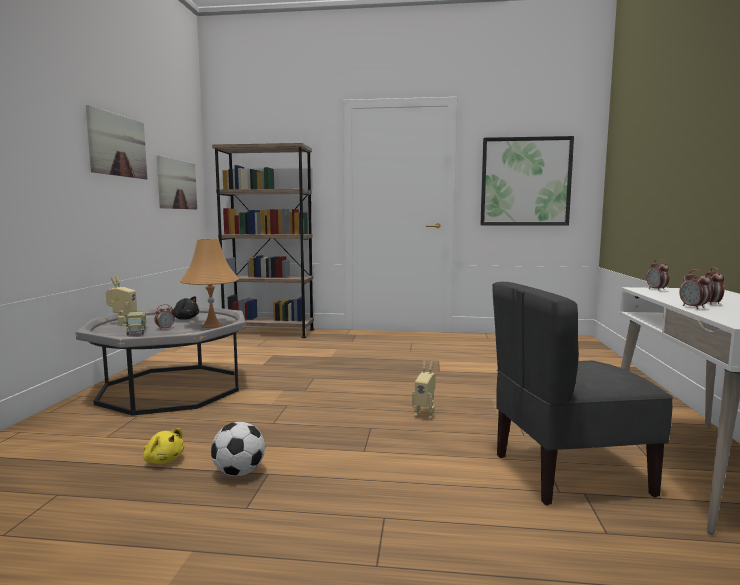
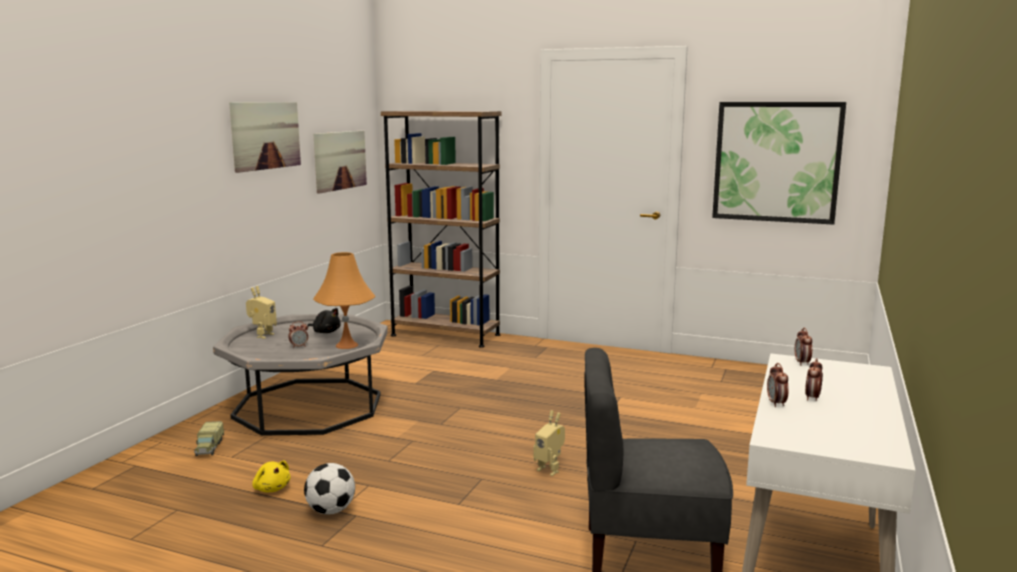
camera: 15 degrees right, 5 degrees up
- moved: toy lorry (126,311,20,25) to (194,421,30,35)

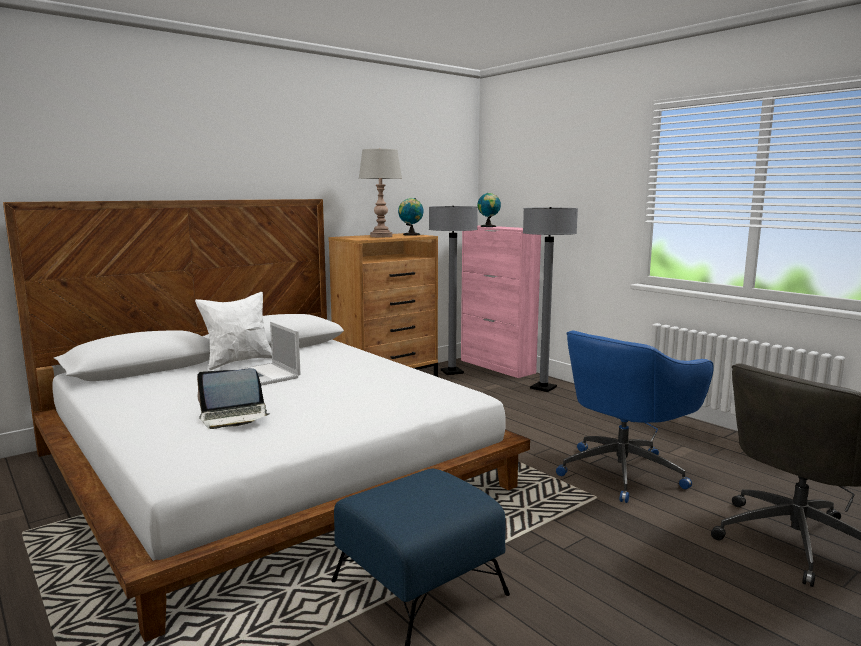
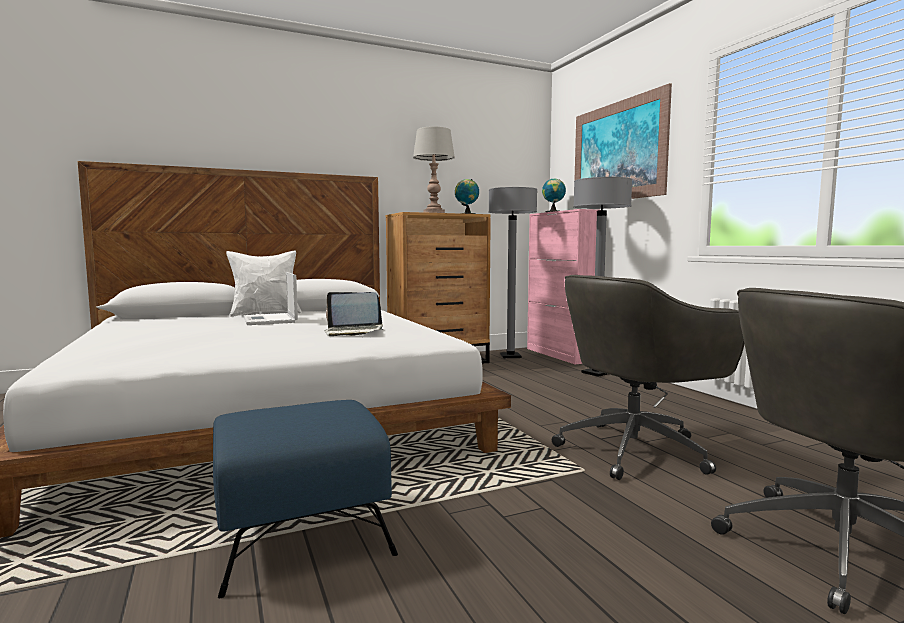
camera: 15 degrees right, 5 degrees down
- added: wall picture (574,83,98,116)
- moved: laptop (197,368,73,61) to (325,292,58,44)
- recoloured: bluish computer chair (556,331,158,172) to gray computer chair (552,275,192,205)

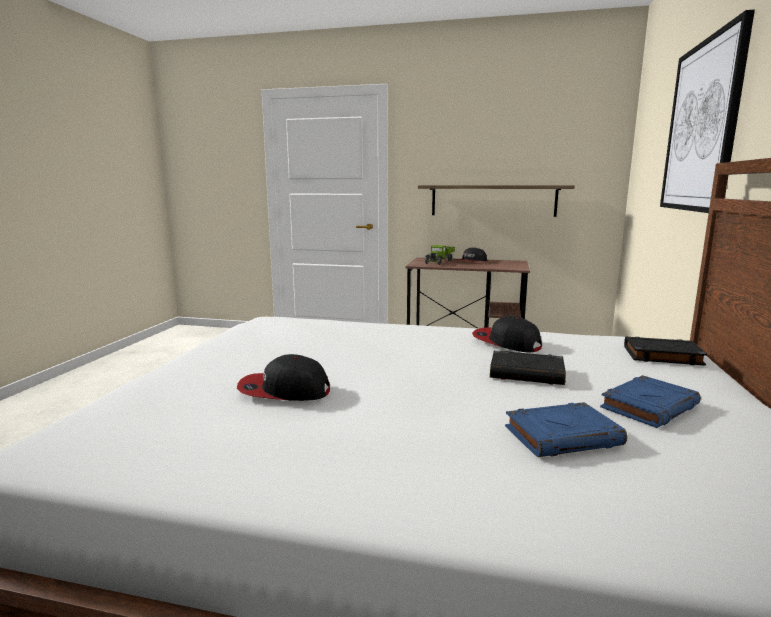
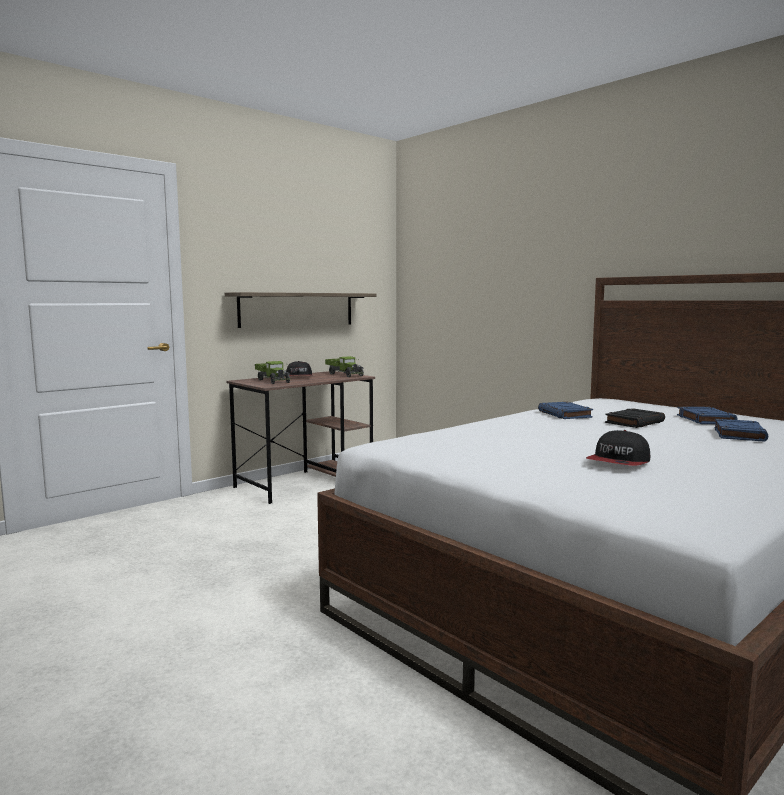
camera: 55 degrees left, 5 degrees down
- removed: blackish volume (624,337,84,29)
- removed: wall picture (660,10,95,203)
- added: toy lorry (325,356,39,21)
- replaced: cap (472,316,70,37) to bluish volume (538,402,55,17)

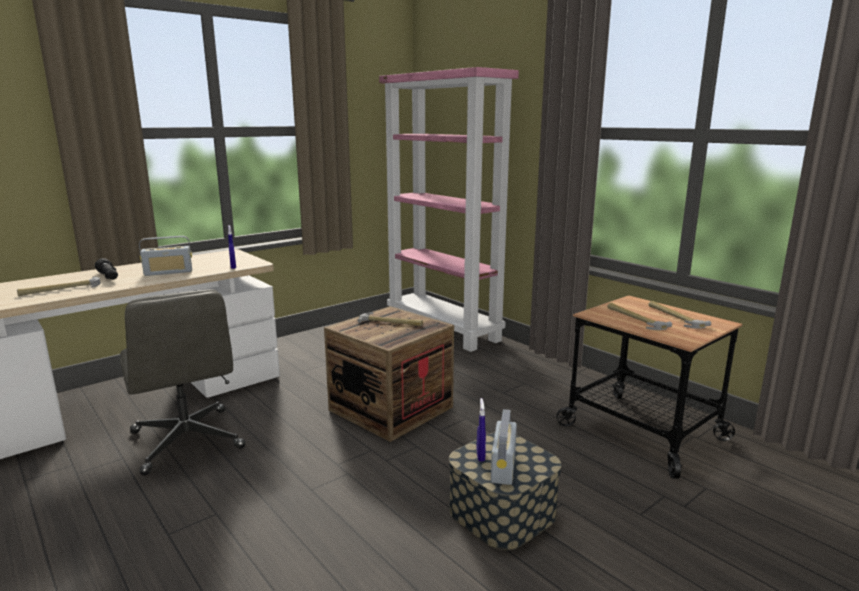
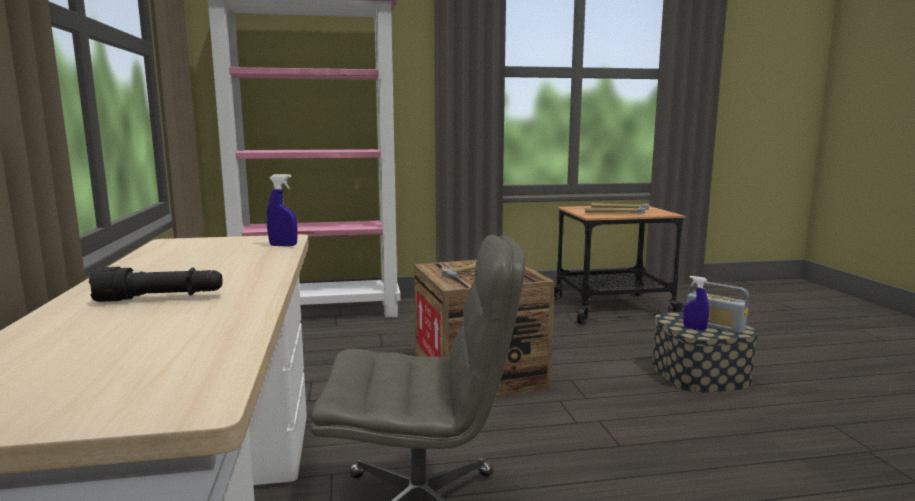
camera: 60 degrees left, 5 degrees down
- removed: tool hammer (17,277,84,19)
- removed: radio receiver (139,236,53,40)

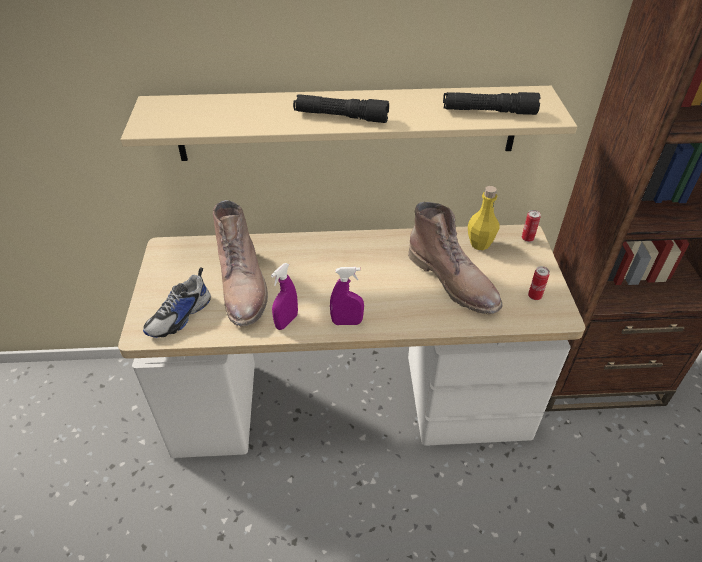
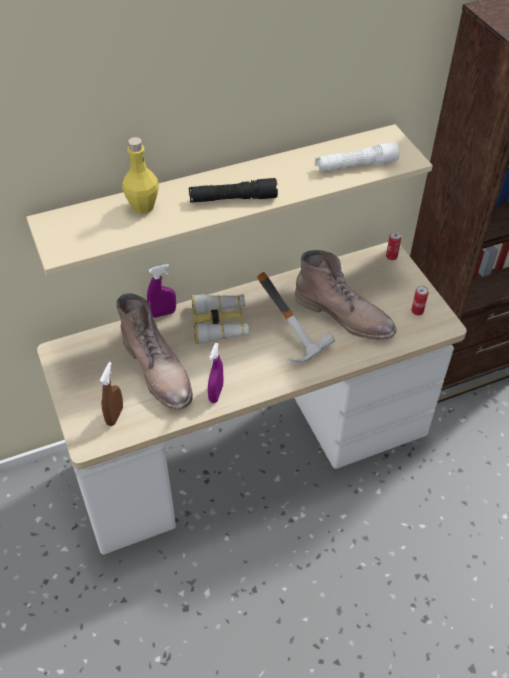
camera: 20 degrees left, 5 degrees up
- added: field glasses (192,294,57,50)
- added: tool hammer (257,272,78,91)
- moved: purplish hand sprayer (330,267,34,58) to (147,264,29,54)
- moved: yellowish bottle (468,186,32,64) to (122,137,37,77)
- replaced: item of footwear (143,267,68,71) to brownish hand sprayer (100,362,23,64)
- recoloured: blackish flashlight (443,92,97,23) to white flashlight (315,142,85,30)

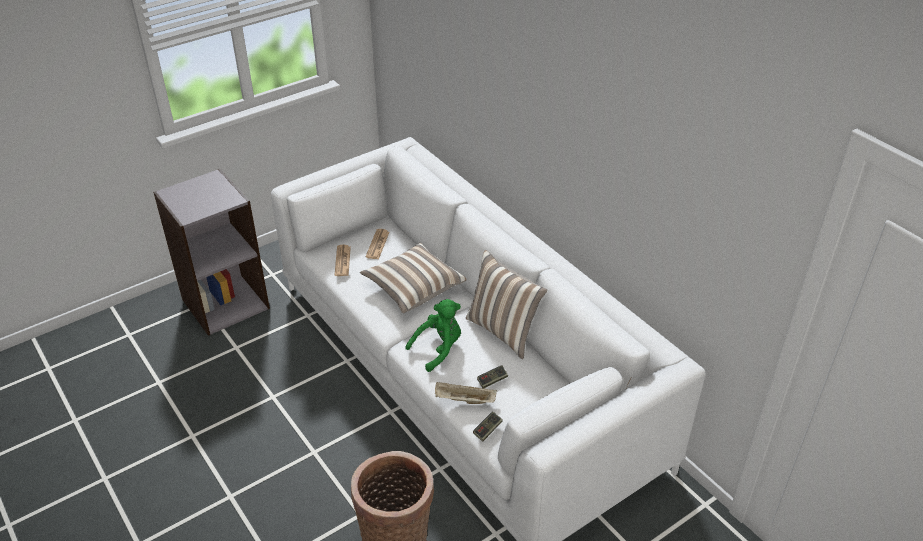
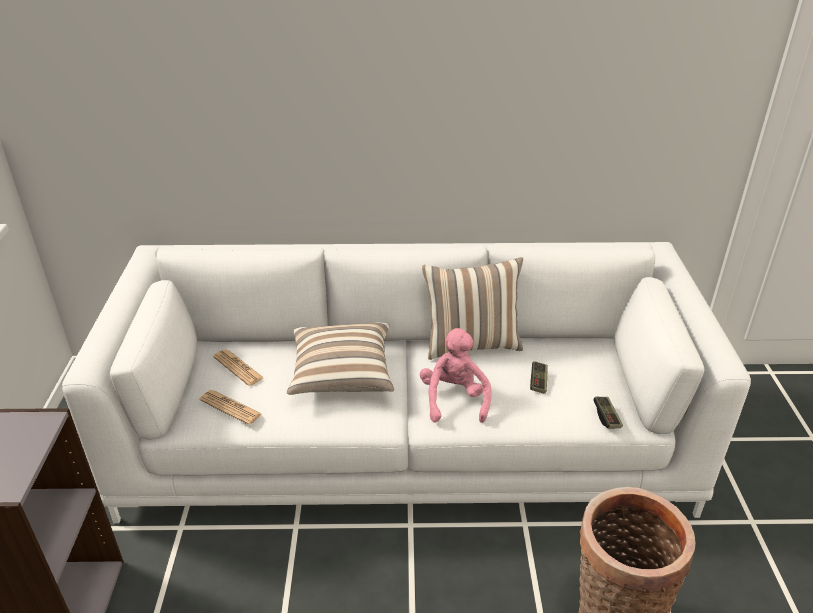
camera: 55 degrees left, 5 degrees down
- removed: beige-coloured tray (435,382,62,22)
- recoloured: greenish cuddly toy (405,299,56,73) to pinkish cuddly toy (420,328,72,95)

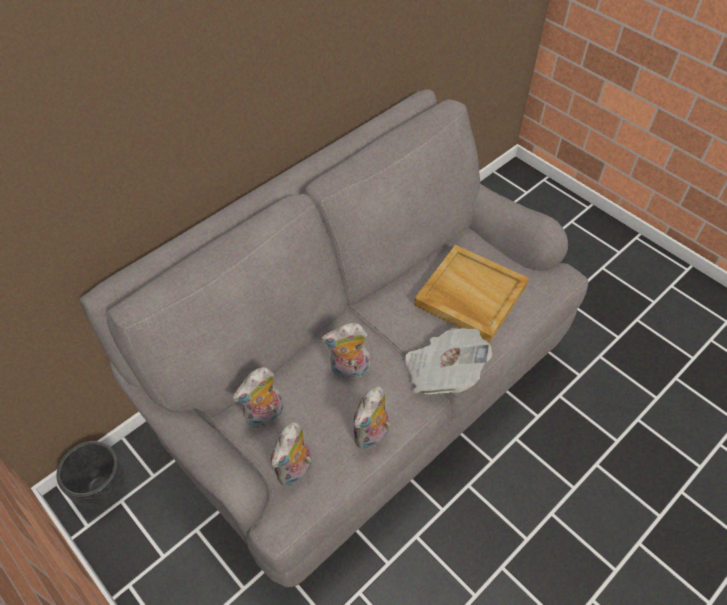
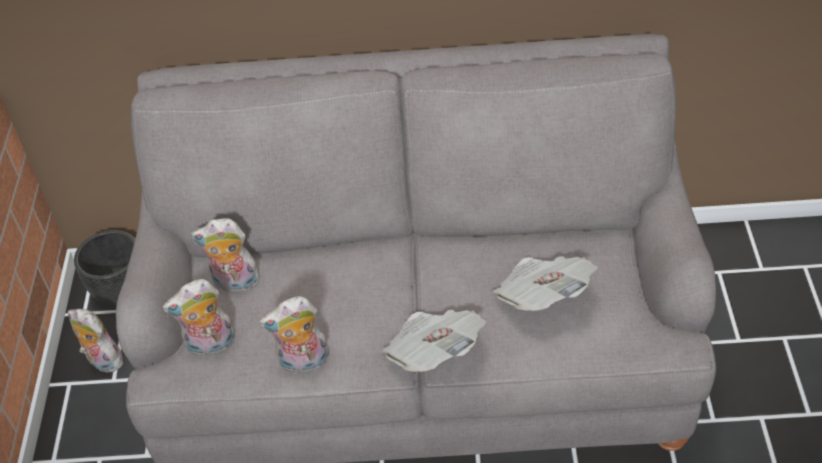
camera: 45 degrees right, 5 degrees down
- moved: cuddly toy (322,323,48,58) to (68,309,58,63)
- replaced: beige-coloured tray (414,245,115,98) to newspaper (492,256,106,55)

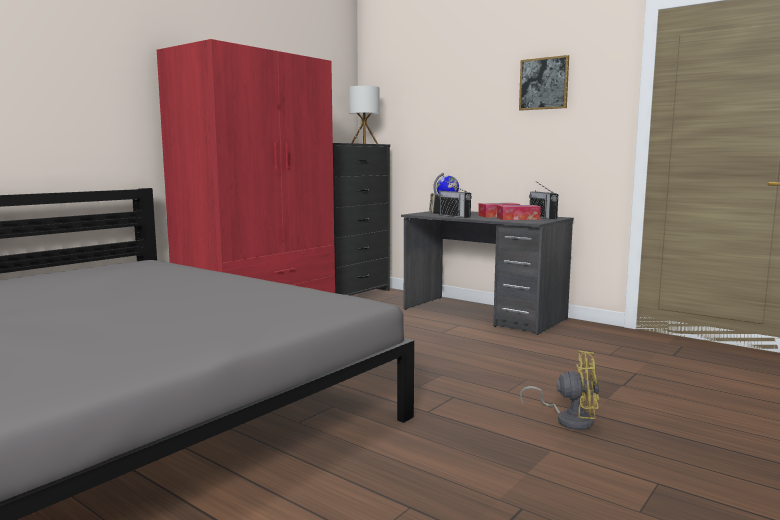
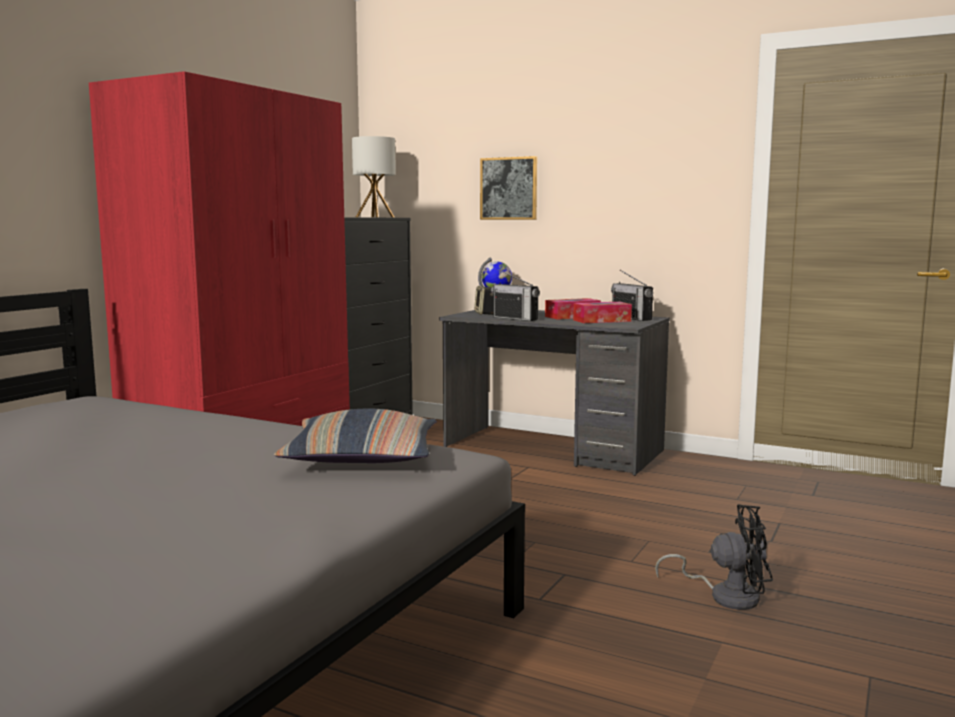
camera: 10 degrees left, 0 degrees up
- added: pillow (274,409,163,54)
- moved: wall picture (519,55,50,56) to (480,156,57,64)
- recoloured: yellowish cooling fan (520,350,79,80) to blackish cooling fan (655,504,118,106)

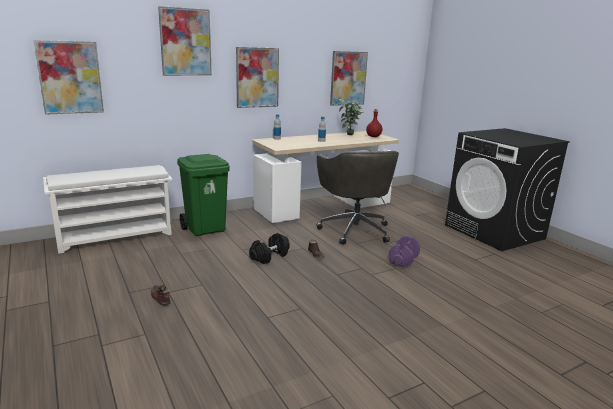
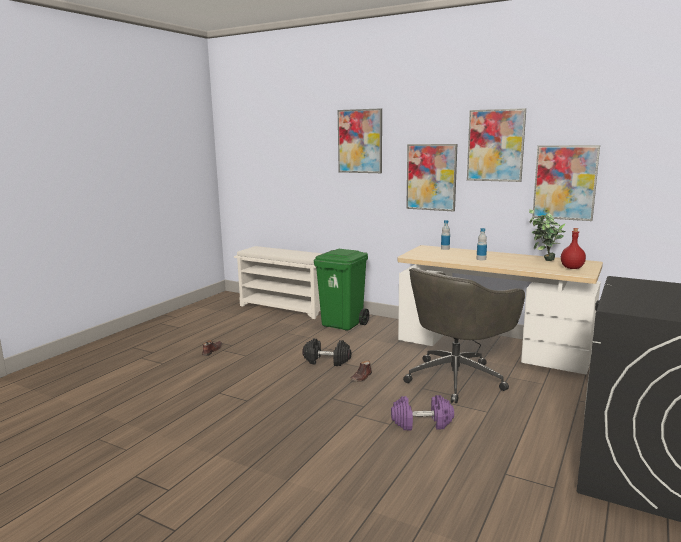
camera: 60 degrees right, 5 degrees down
- moved: wall picture (34,40,70,75) to (467,108,59,74)

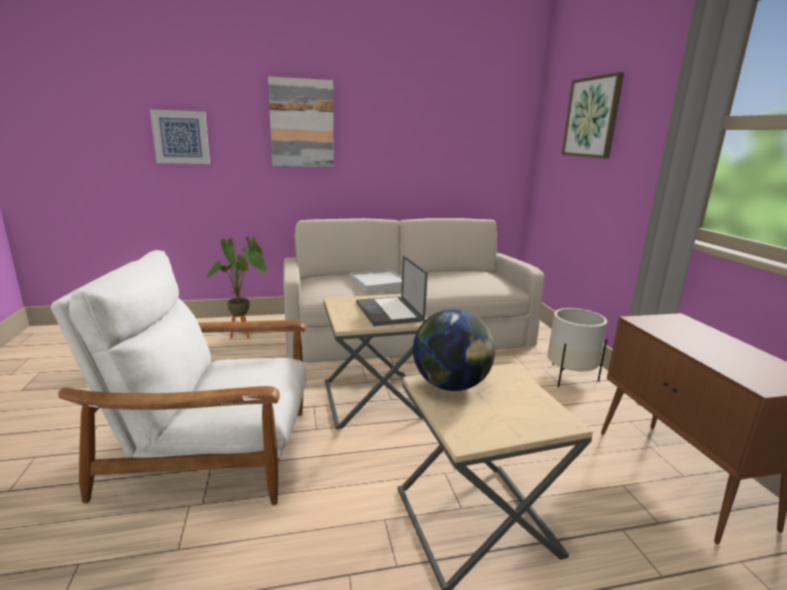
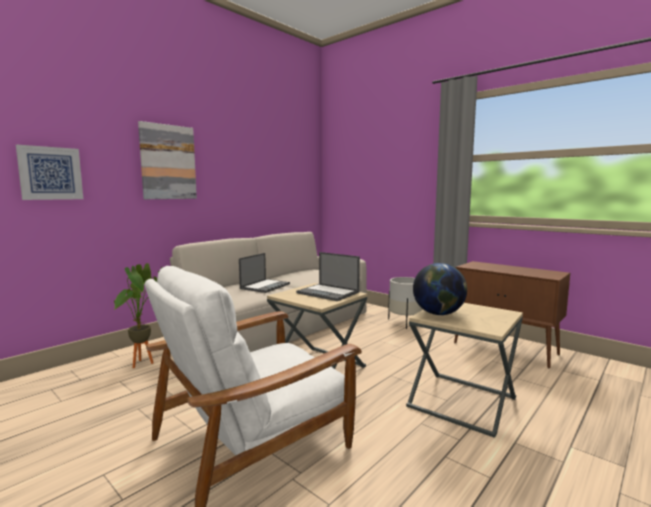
camera: 35 degrees left, 10 degrees down
- removed: wall picture (562,72,62,87)
- replaced: white tray (350,269,52,24) to laptop (239,253,51,40)

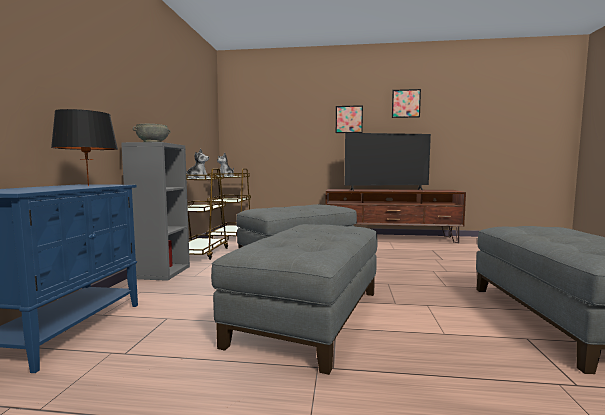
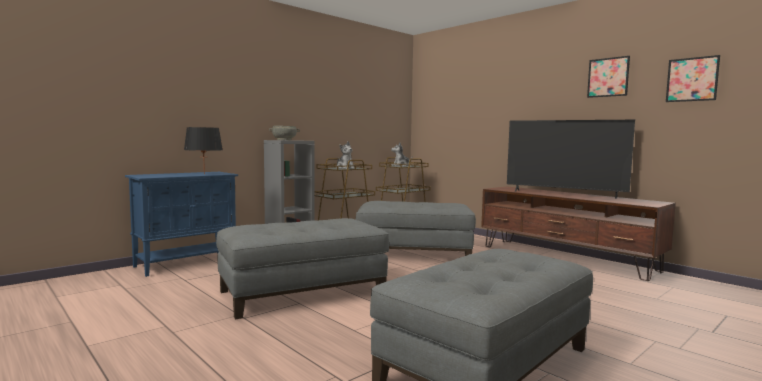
camera: 40 degrees right, 0 degrees up
- moved: wall picture (336,105,27,28) to (666,55,54,47)

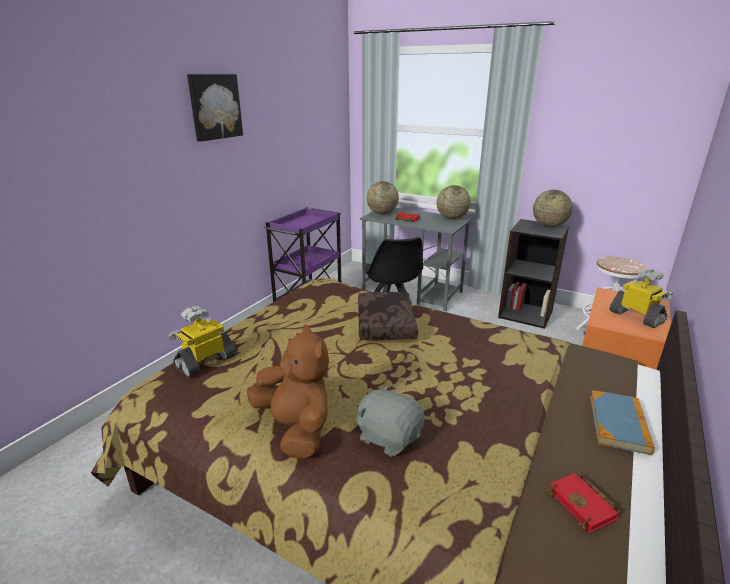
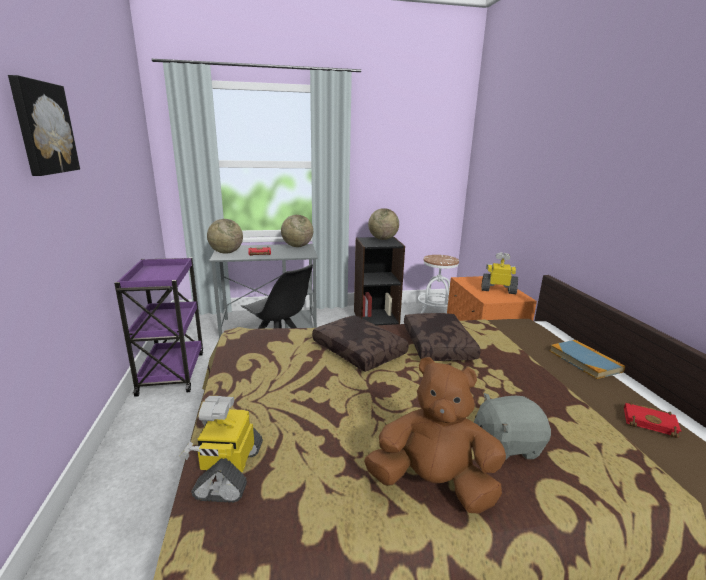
camera: 40 degrees left, 5 degrees down
- added: brownish pillow (404,313,77,48)

